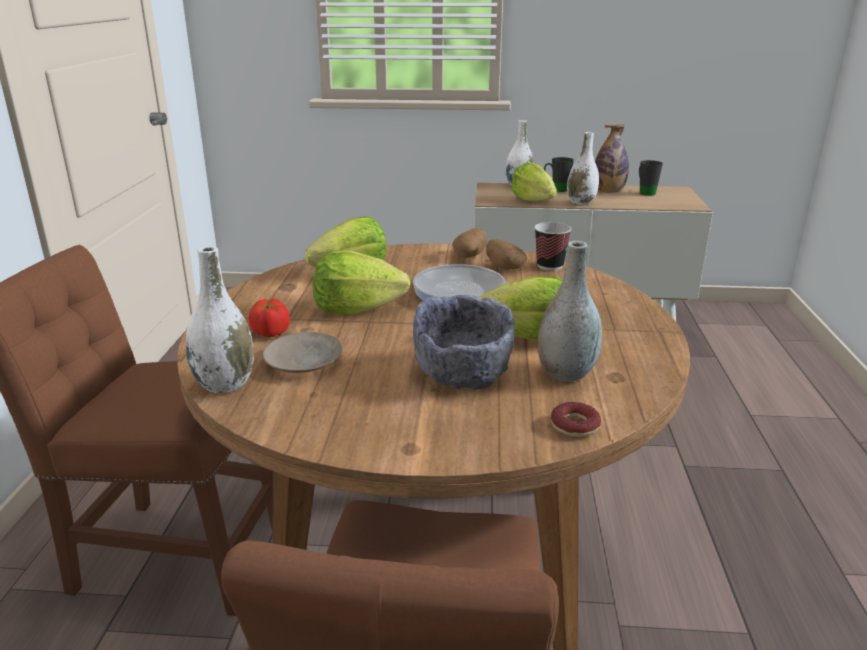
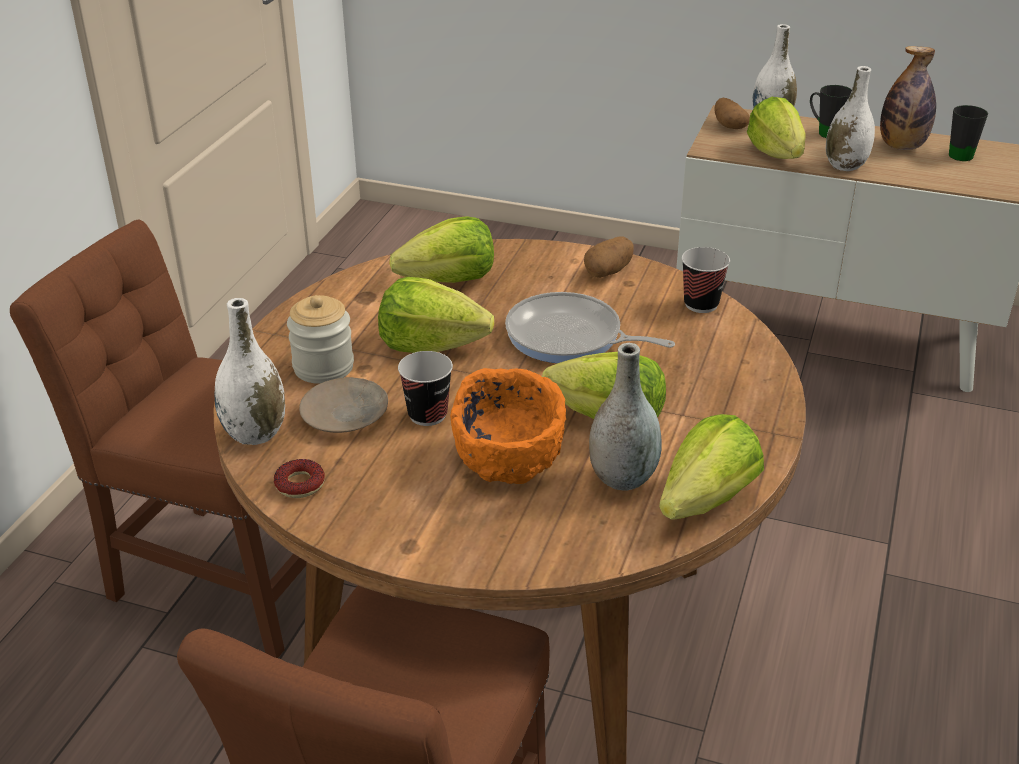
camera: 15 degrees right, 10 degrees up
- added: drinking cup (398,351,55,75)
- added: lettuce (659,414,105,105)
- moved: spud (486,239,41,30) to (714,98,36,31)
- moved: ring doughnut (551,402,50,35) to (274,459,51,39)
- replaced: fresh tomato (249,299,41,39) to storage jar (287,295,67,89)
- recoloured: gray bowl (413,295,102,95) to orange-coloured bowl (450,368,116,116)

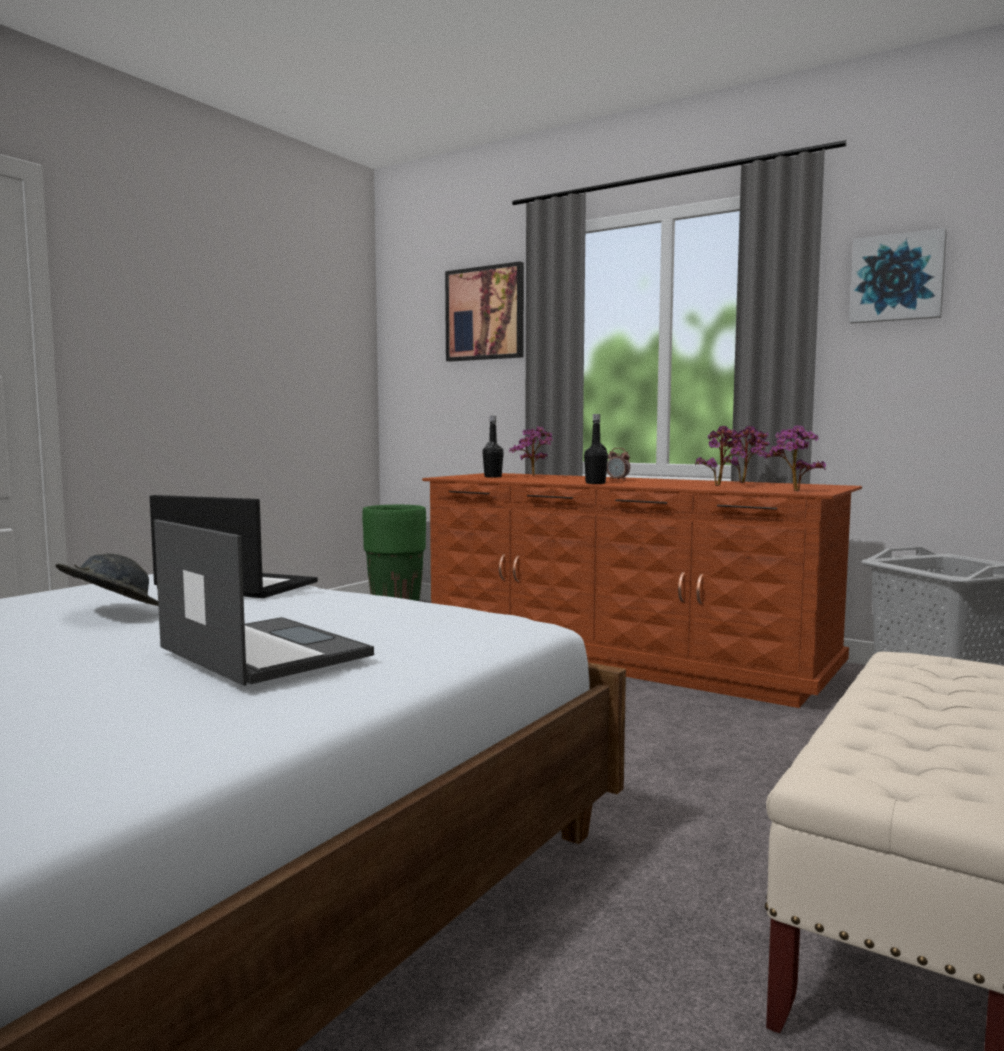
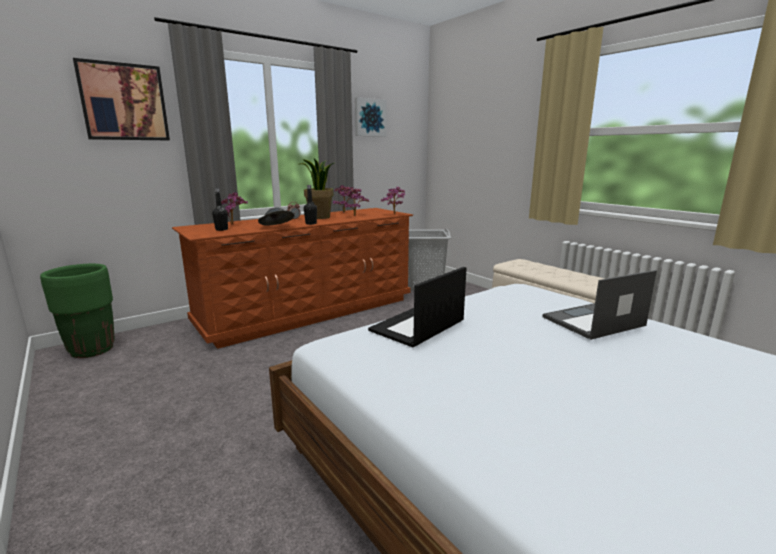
camera: 70 degrees left, 10 degrees up
- added: houseplant (299,158,35,61)
- moved: gray wearable hat (55,554,103,52) to (258,207,36,19)

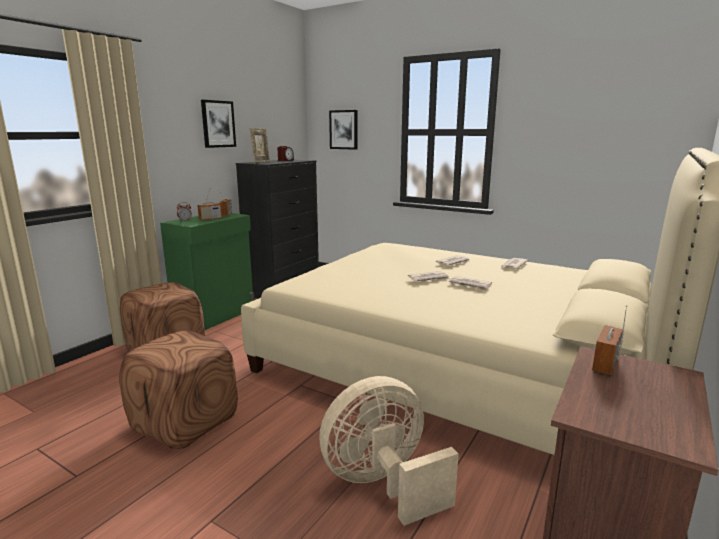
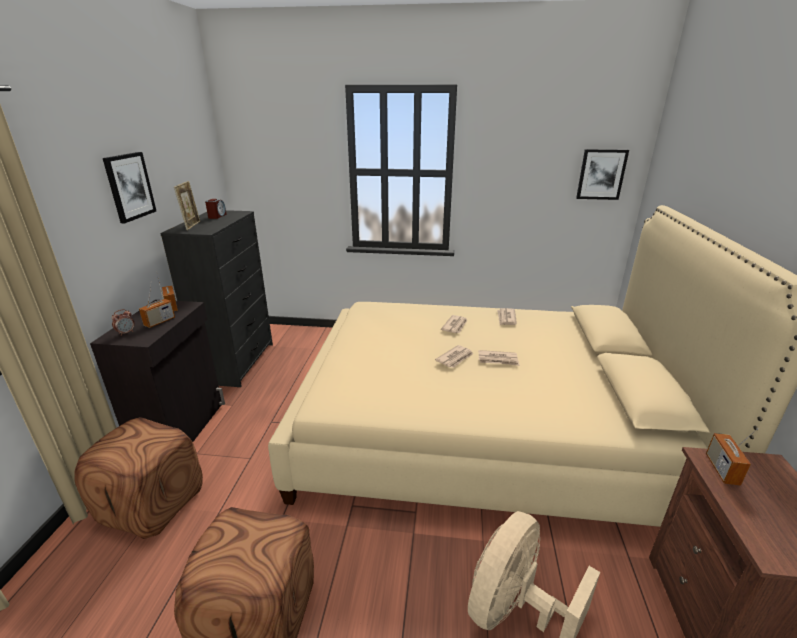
camera: 25 degrees left, 10 degrees up
- moved: wall picture (329,110,29,40) to (576,149,53,51)
- recoloured: greenish storage cabinet (160,213,94,117) to blackish storage cabinet (90,300,135,142)

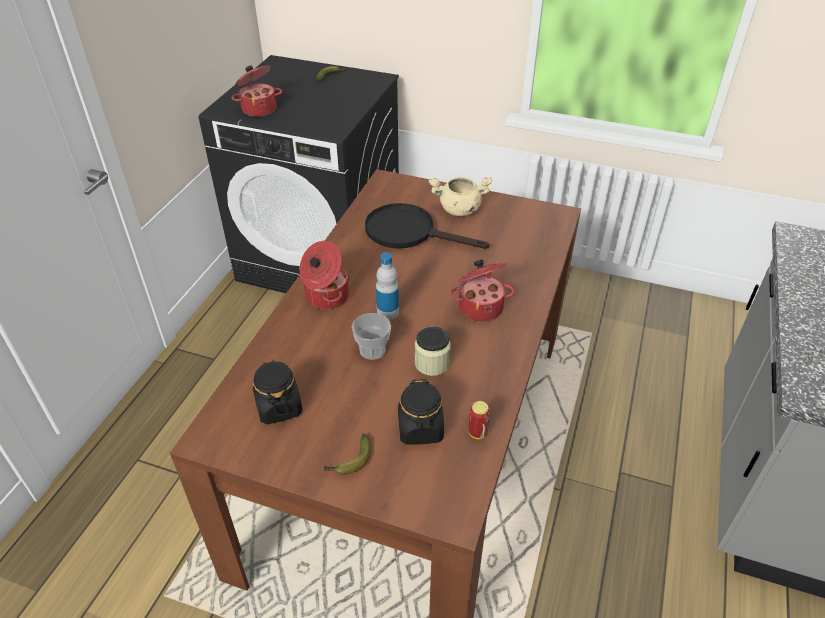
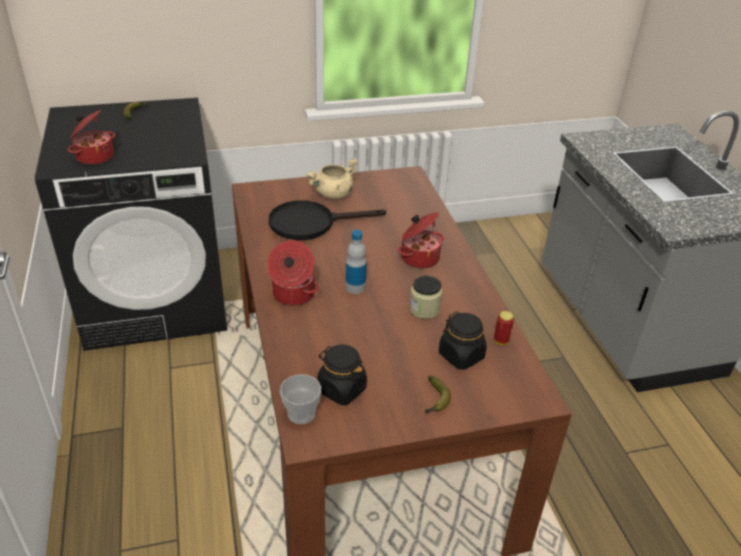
camera: 35 degrees left, 5 degrees down
- moved: drinking cup (352,313,39,47) to (280,374,41,50)

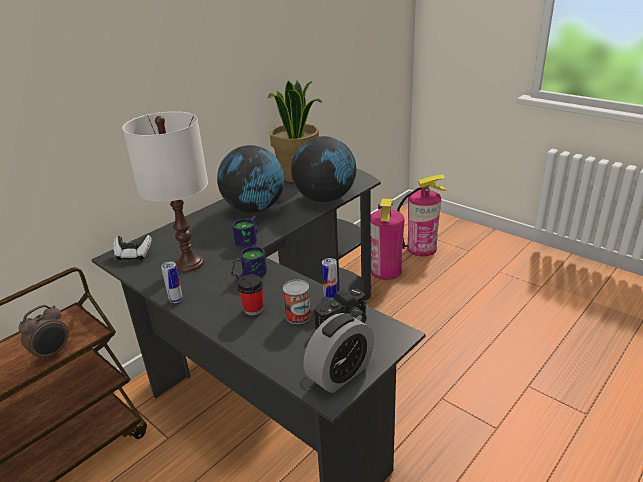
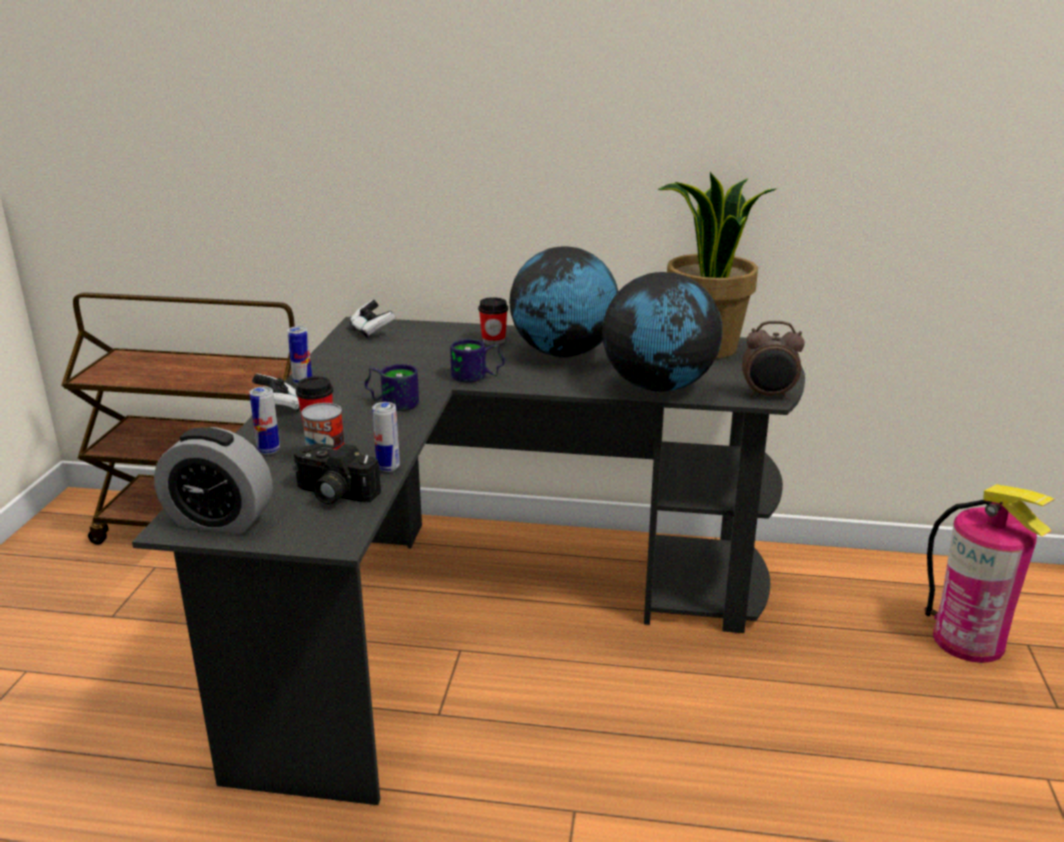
camera: 55 degrees right, 5 degrees down
- removed: white tabletop lamp (122,111,86,161)
- removed: fire extinguisher (371,198,34,82)
- added: can (249,387,31,68)
- added: game controller (252,373,48,39)
- added: drinking cup (478,297,30,48)
- moved: alarm clock (19,305,50,58) to (742,321,63,78)

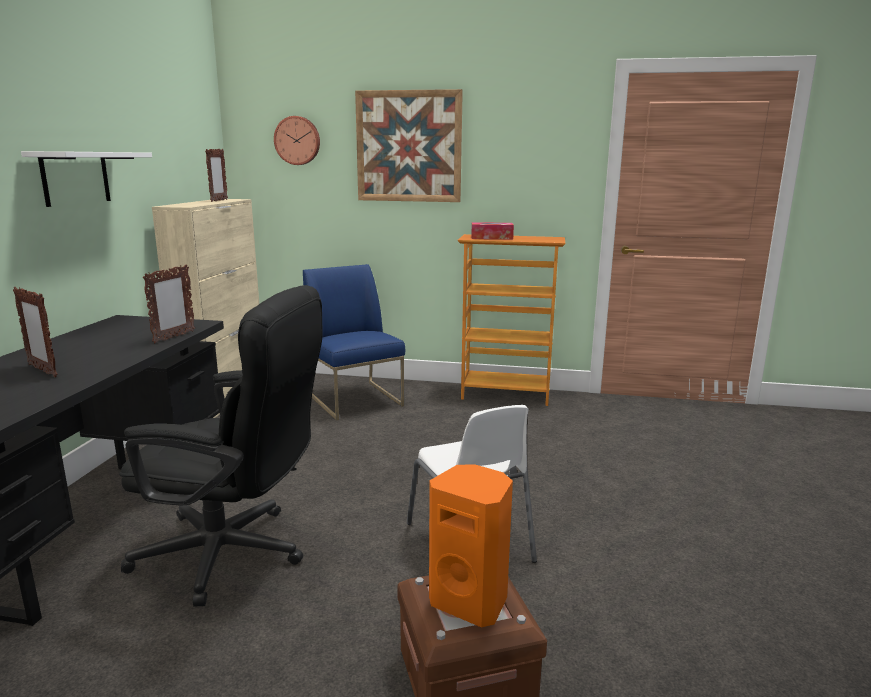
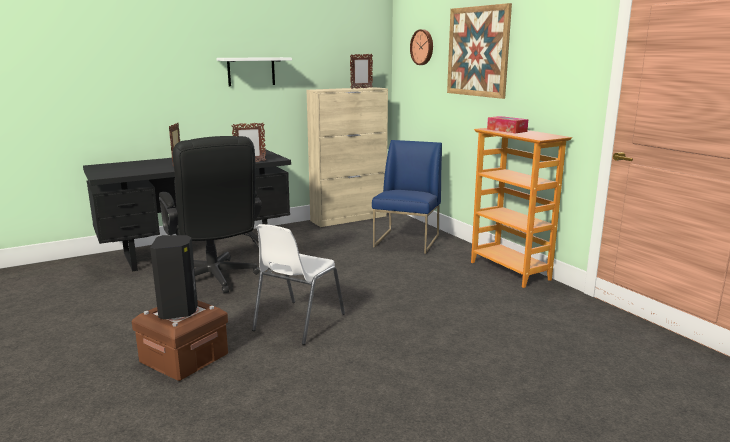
camera: 50 degrees right, 0 degrees up
- recoloured: orange-coloured audio speaker (429,464,84,163) to blackish audio speaker (150,235,48,85)

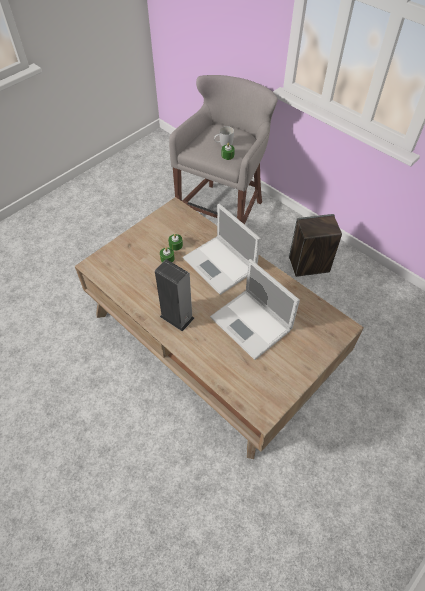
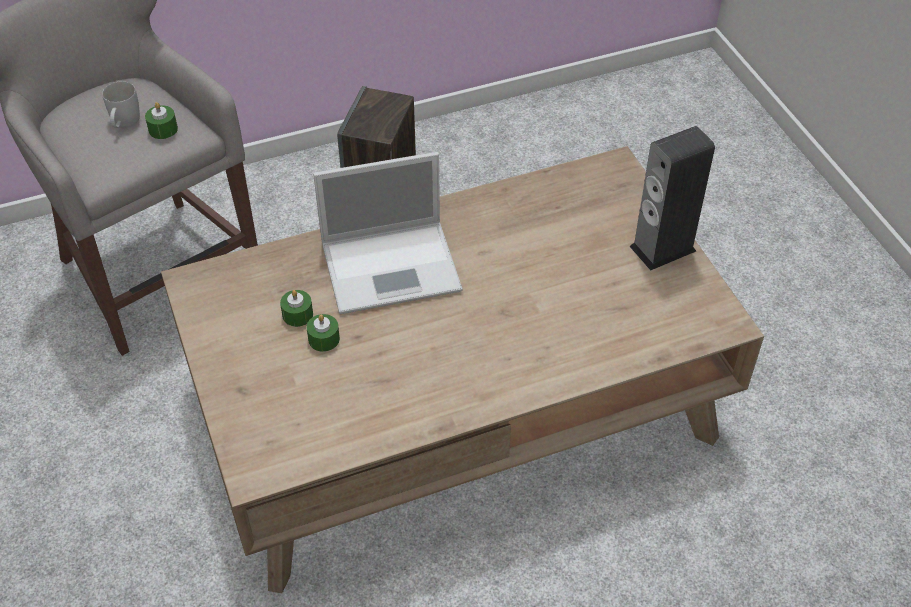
camera: 65 degrees left, 5 degrees down
- removed: laptop (210,259,90,101)
- moved: audio speaker (155,259,39,73) to (629,126,86,145)

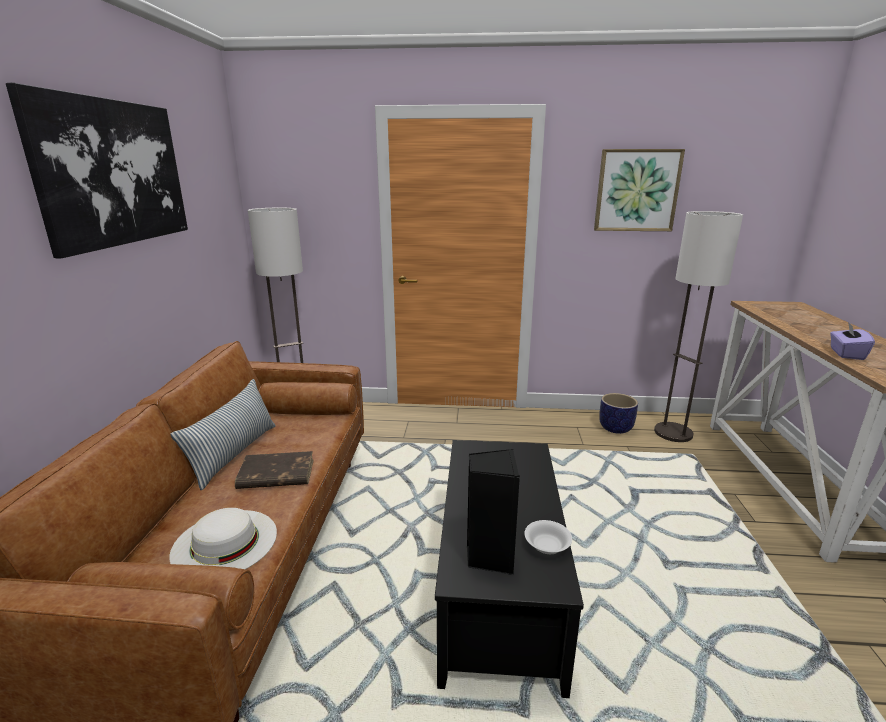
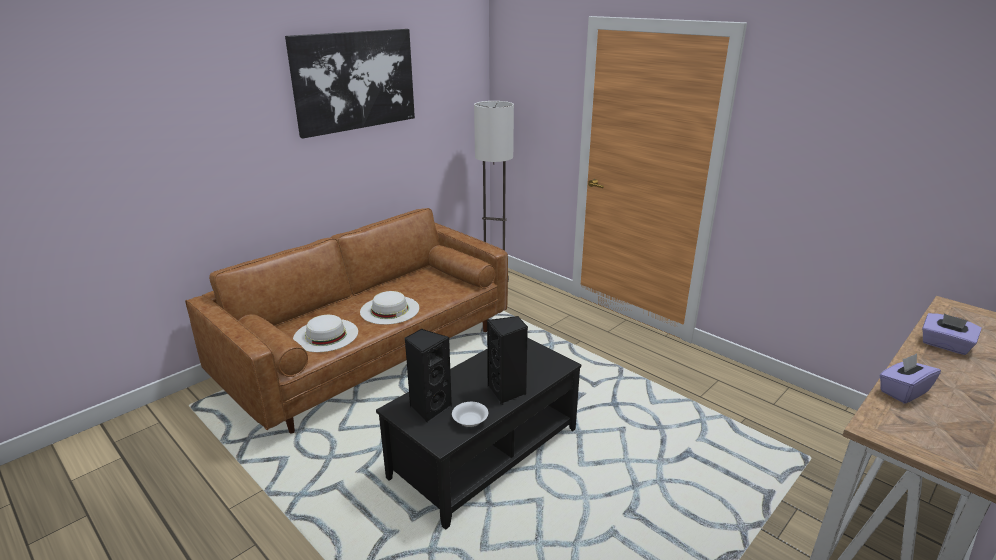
camera: 40 degrees right, 5 degrees up
- removed: pillow (170,379,106,111)
- removed: wall picture (594,149,91,82)
- removed: plant pot (599,393,39,41)
- removed: standard lamp (654,211,89,231)
- added: blackish audio speaker (487,316,41,89)
- added: purplish box of tissues (922,313,60,42)
- replaced: brownish volume (235,451,79,38) to white wearable hat (360,291,59,34)

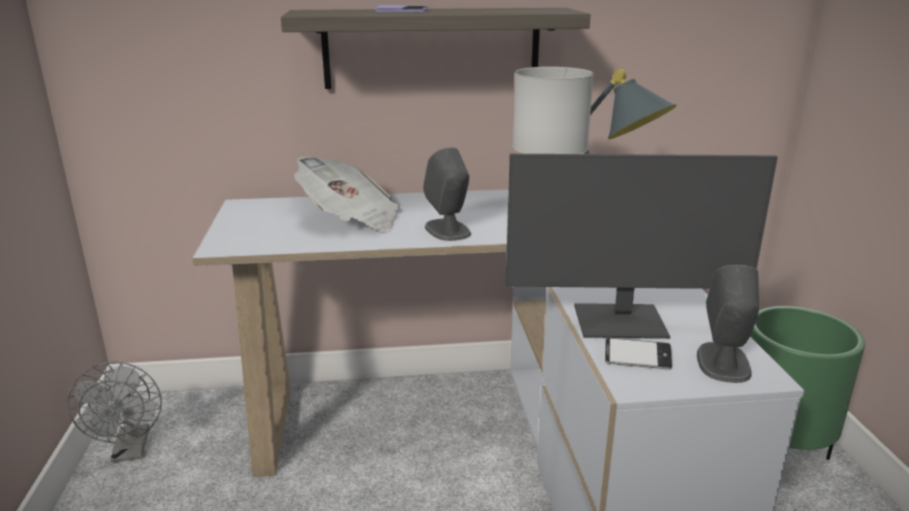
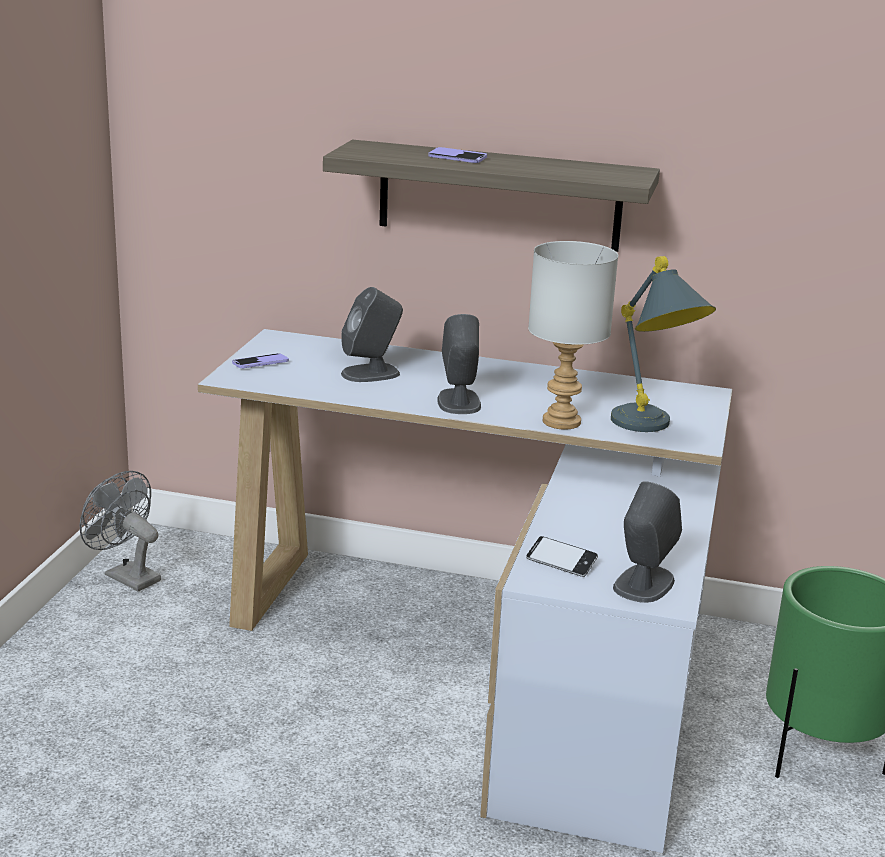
camera: 20 degrees right, 0 degrees up
- removed: computer screen (506,154,272,185)
- added: phone (232,353,57,15)
- replaced: newspaper (294,156,105,76) to gray audio speaker (341,287,62,95)
- turned: gray cooling fan (67,362,95,100) = (79,471,82,120) 120 degrees clockwise

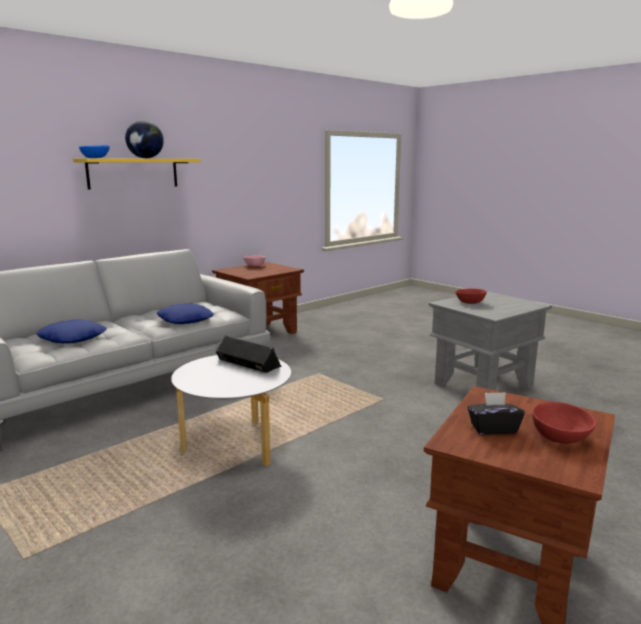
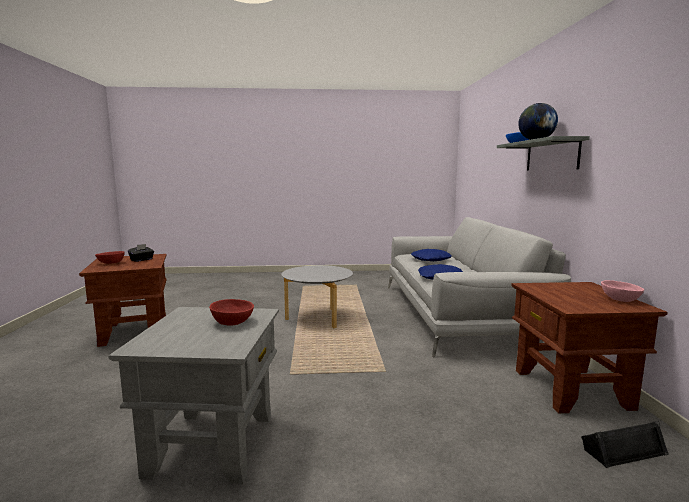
camera: 130 degrees right, 5 degrees down
- moved: blackish audio speaker (216,335,65,38) to (581,421,88,47)
- recoloured: yellowish shelf (73,158,128,31) to gray shelf (497,136,93,34)

